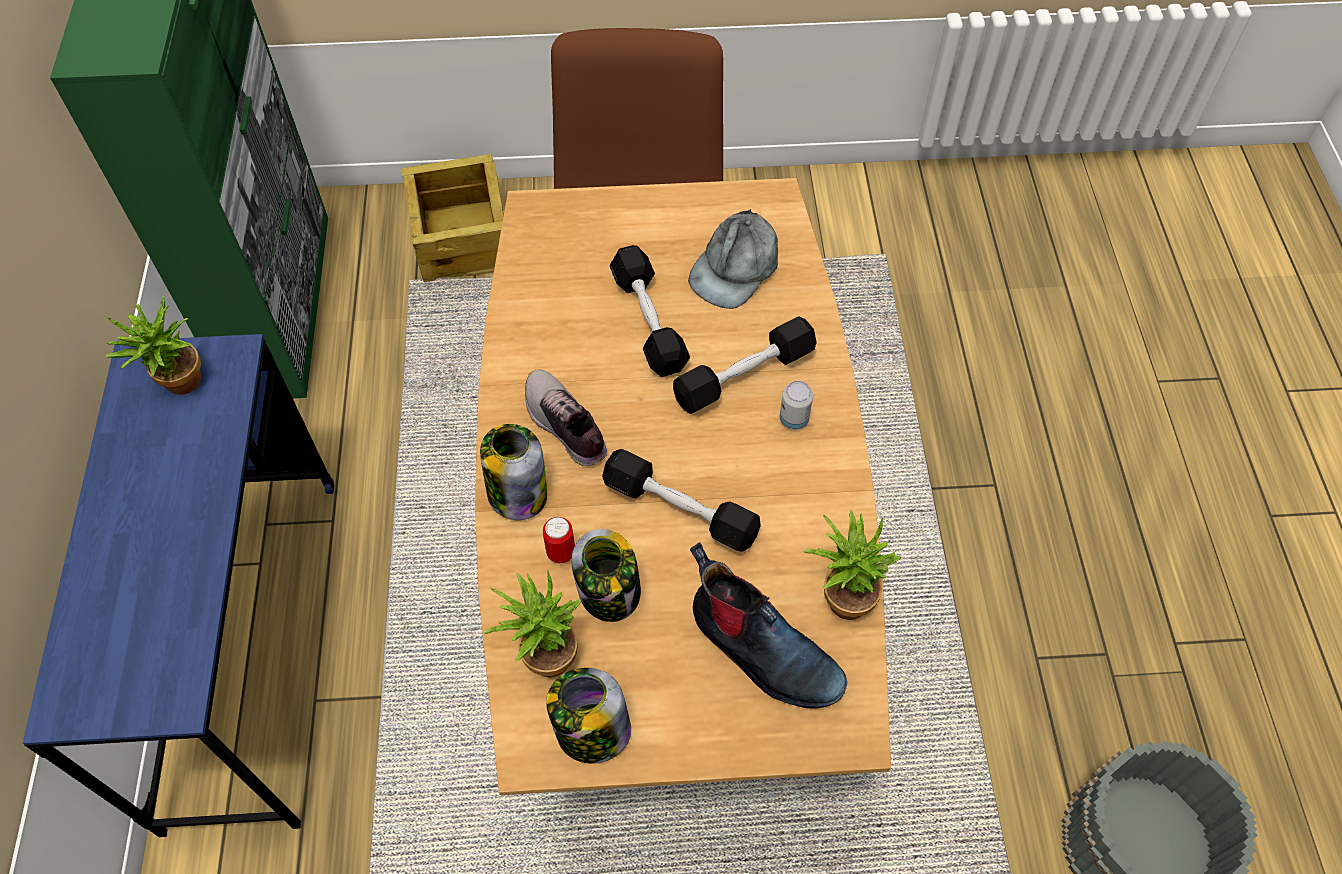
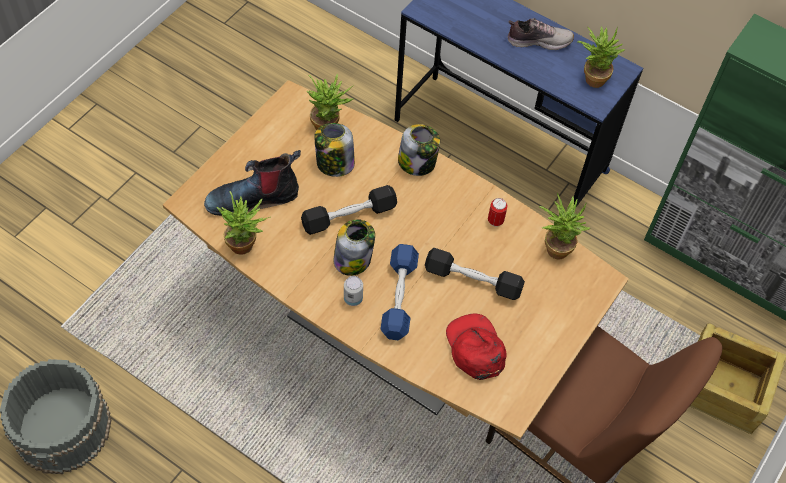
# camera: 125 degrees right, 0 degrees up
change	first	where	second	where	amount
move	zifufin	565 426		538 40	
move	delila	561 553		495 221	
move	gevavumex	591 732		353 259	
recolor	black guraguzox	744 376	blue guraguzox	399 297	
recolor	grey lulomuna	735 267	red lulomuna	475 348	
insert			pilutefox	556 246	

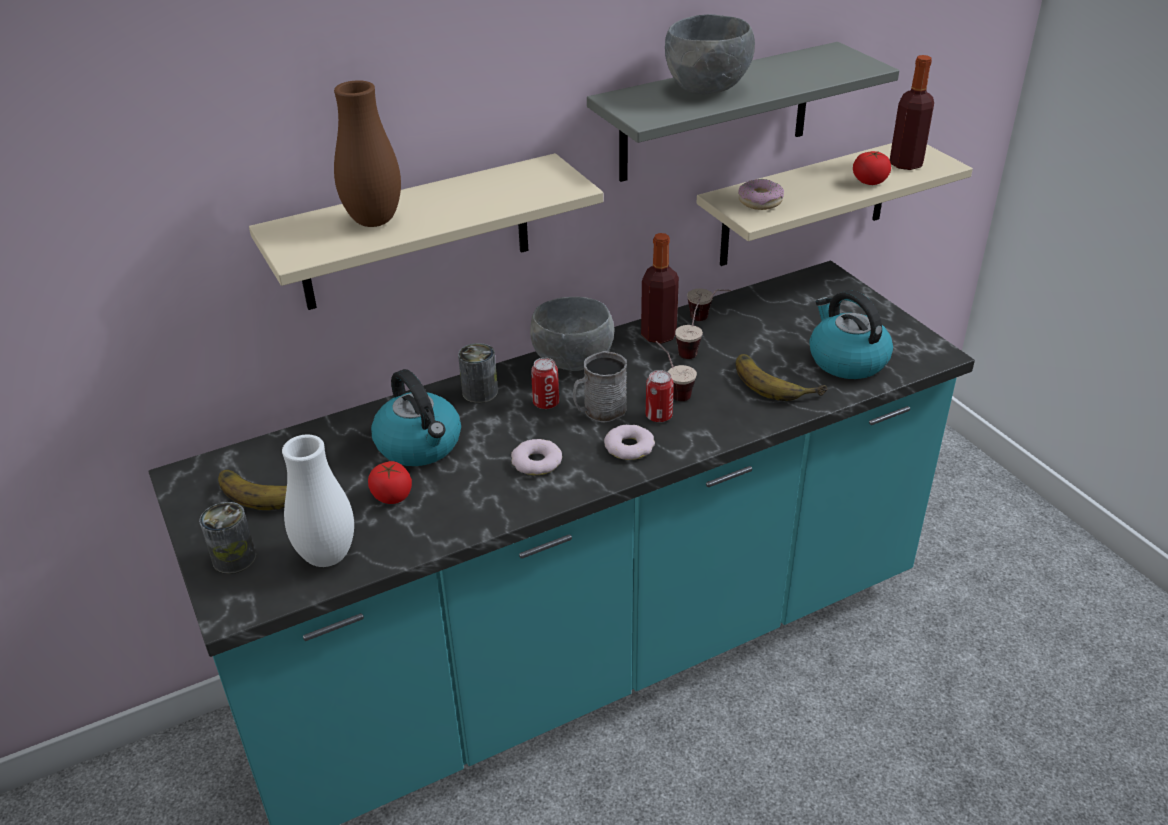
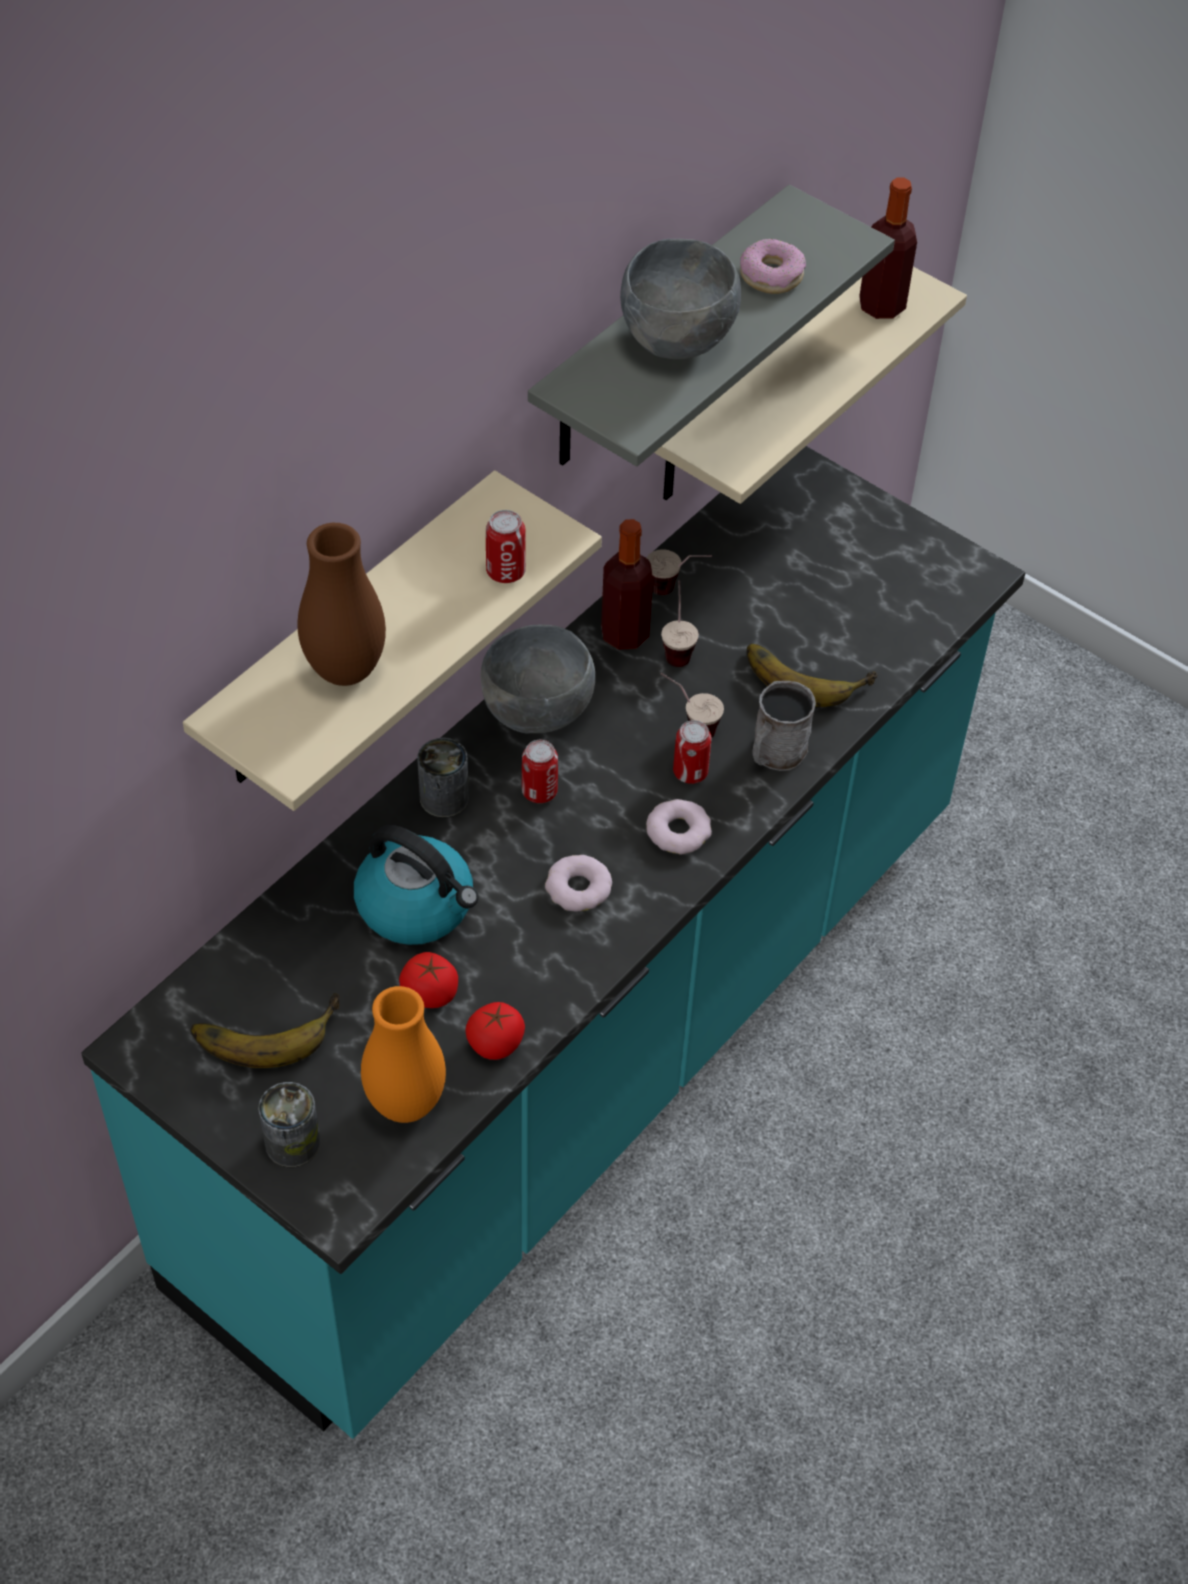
# camera: 25 degrees left, 15 degrees up
change	first	where	second	where	amount
recolor	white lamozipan	327 556	orange lamozipan	405 1103	
move	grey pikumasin	599 411		775 754	
move	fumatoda	760 201		771 275	
delete	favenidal	846 360			
move	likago	869 182		495 1043	
insert			delila	505 571	

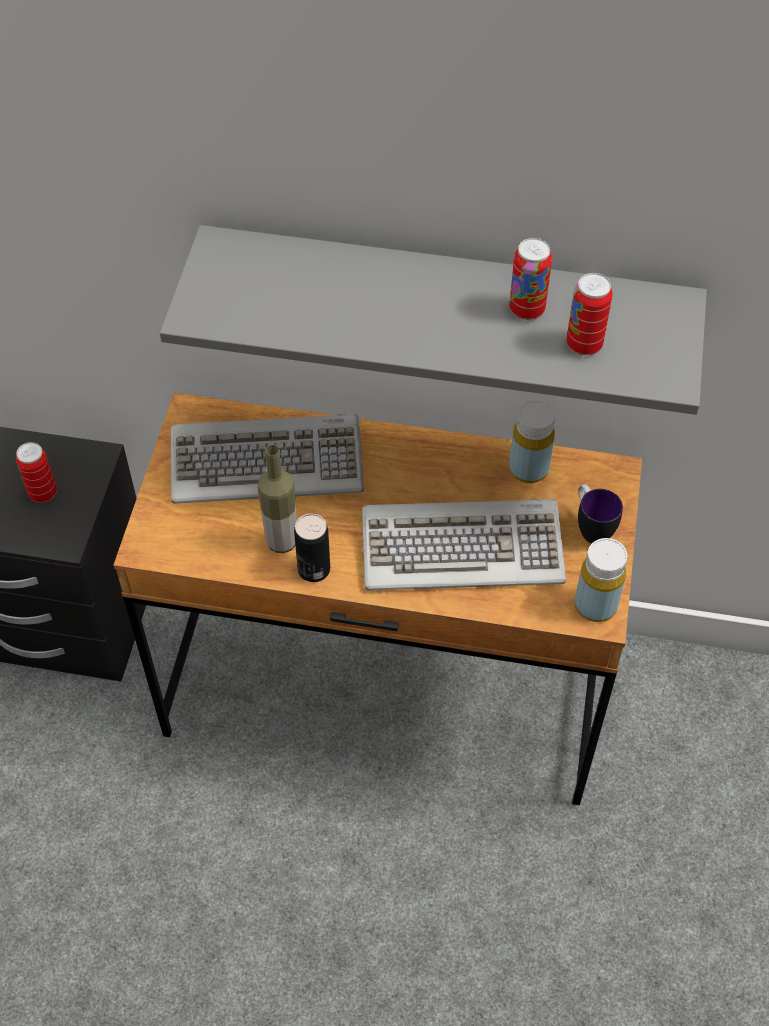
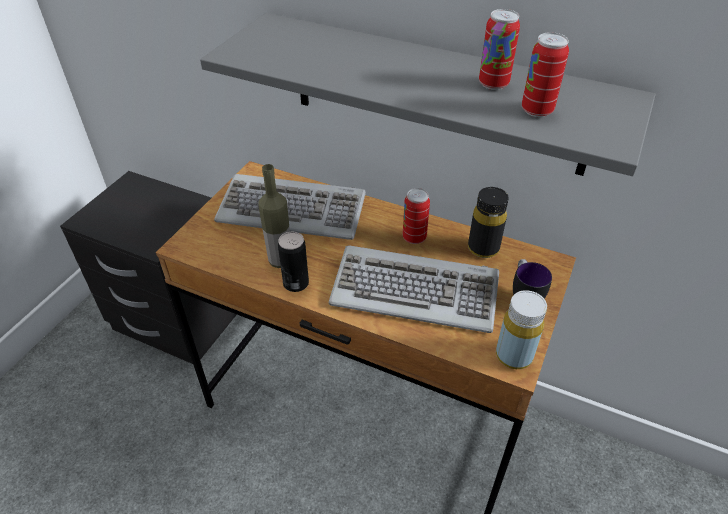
# camera: 15 degrees right, 10 degrees down
change	first	where	second	where	amount
move	delila	43 493		414 238	
recolor	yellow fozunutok	528 469	black fozunutok	483 248	

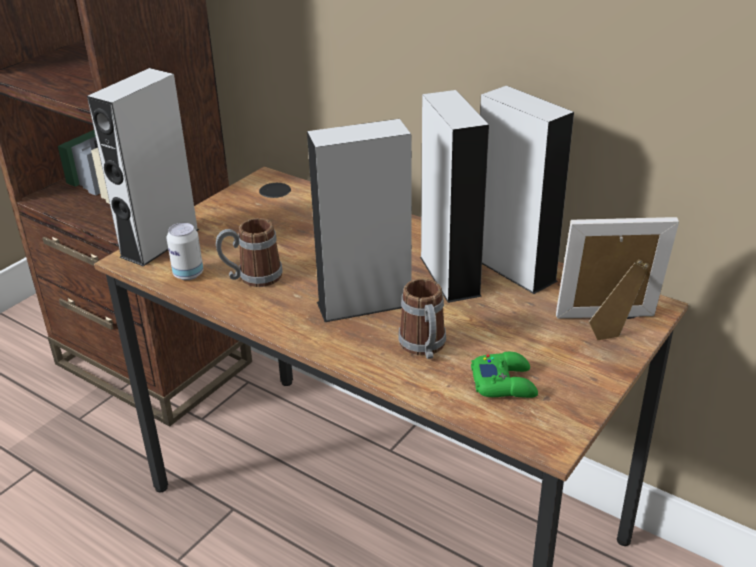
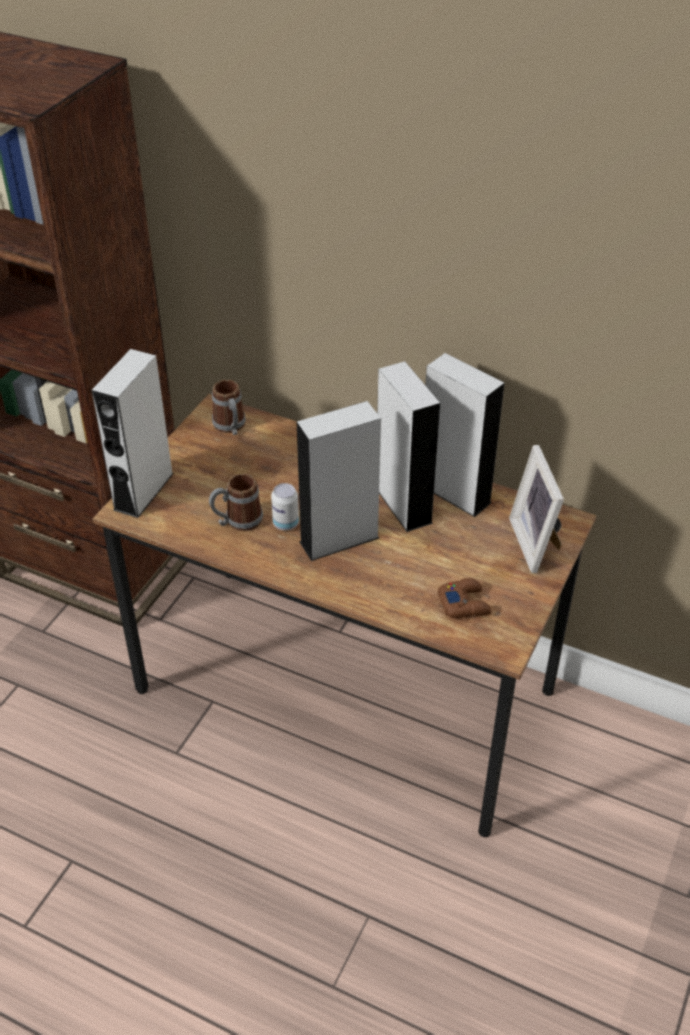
# camera: 10 degrees left, 10 degrees up
change	first	where	second	where	amount
move	delila	188 274		286 523	
move	pikumasin	424 348		231 427	
recolor	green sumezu	504 383	brown sumezu	464 603	
rotate	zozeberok	608 326		537 543	90 degrees counterclockwise

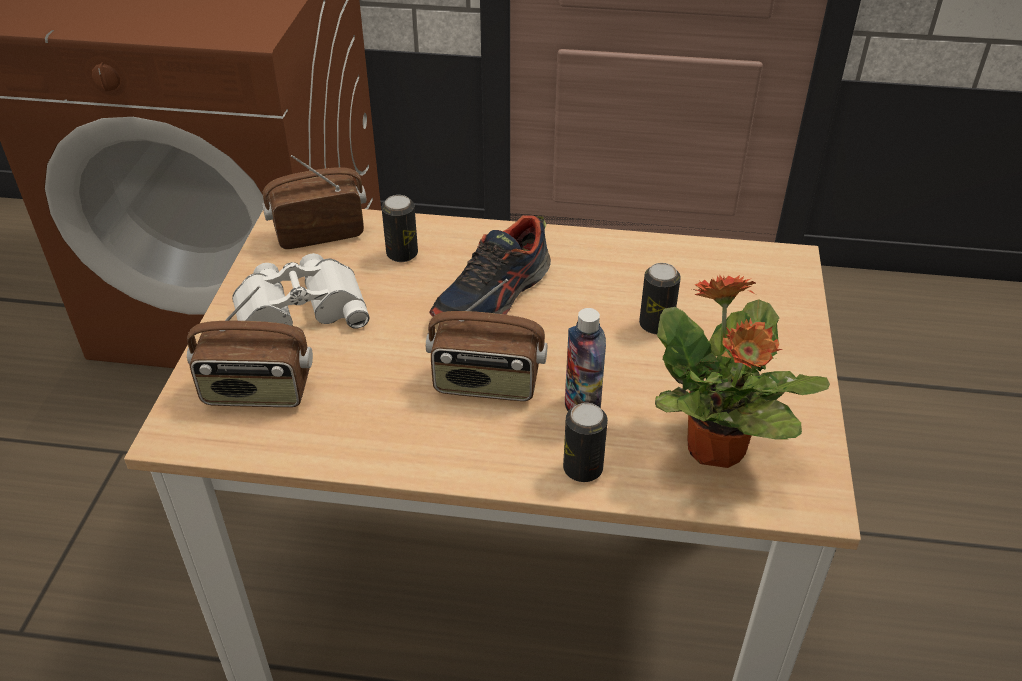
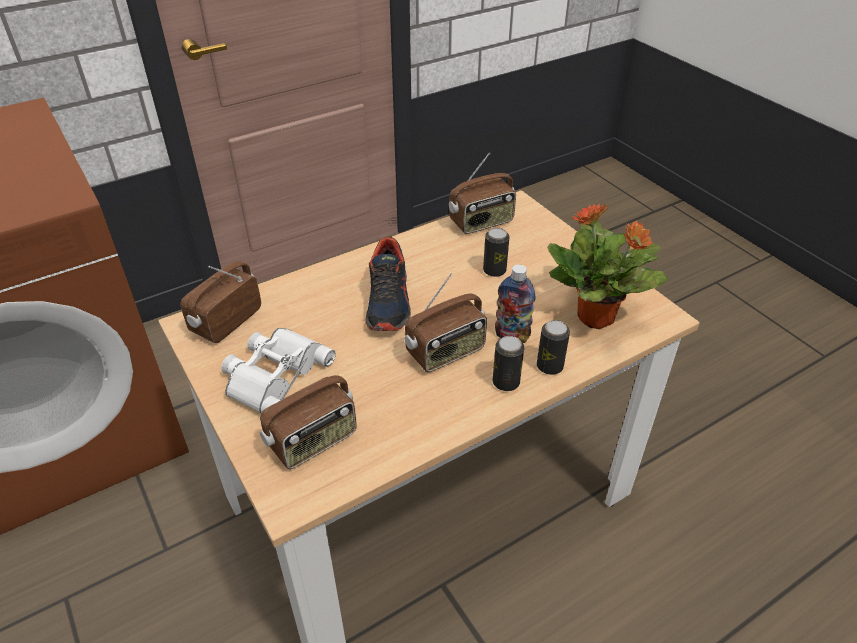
# camera: 40 degrees left, 0 degrees up
change	first	where	second	where	amount
move	delila	402 254		506 382	
insert			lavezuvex	481 223	

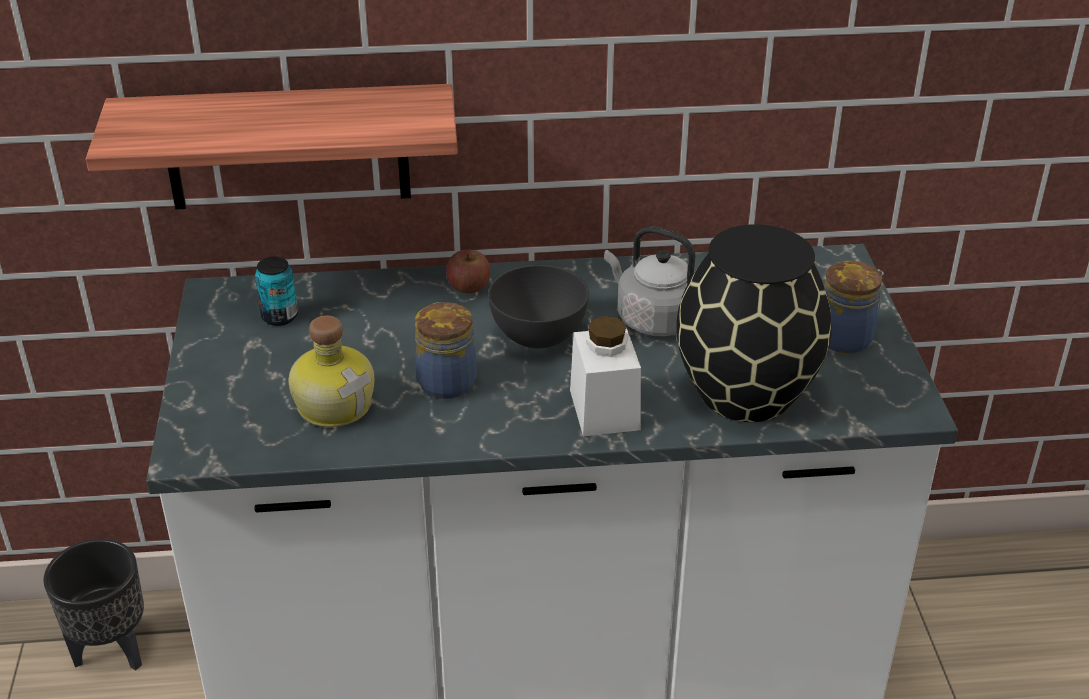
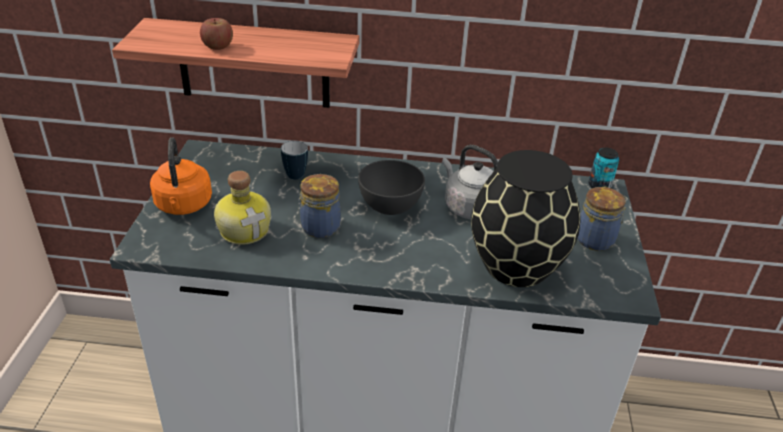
# camera: 10 degrees right, 0 degrees up
change	first	where	second	where	amount
delete	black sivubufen	113 650			
move	delila	279 317		599 186	
move	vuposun	469 287		218 46	
delete	white gevavumex	604 410			
insert			orange favenidal	183 206	
insert			pikumasin	295 173	

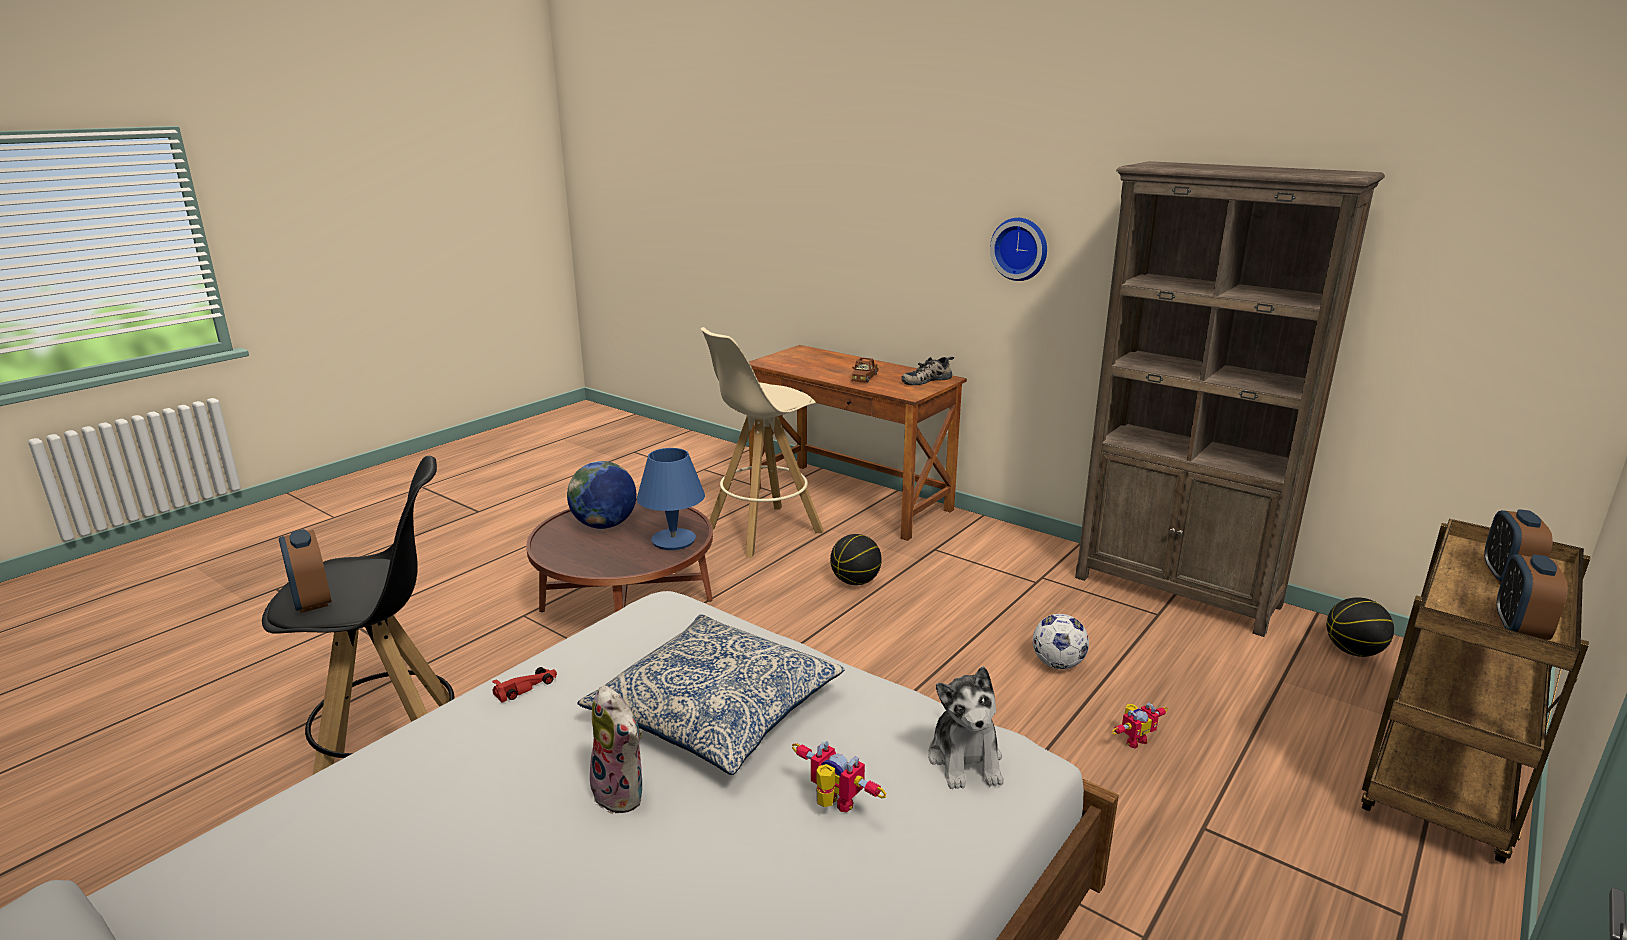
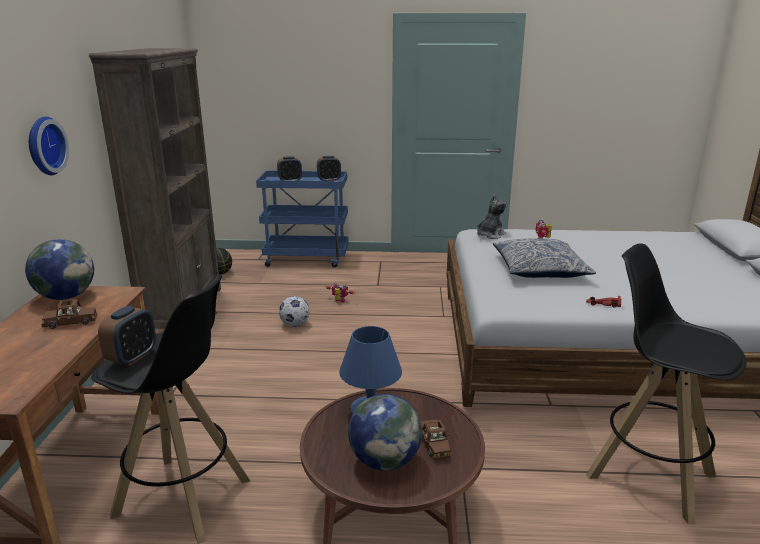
# camera: 125 degrees left, 0 degrees up
change	first	where	second	where	amount
move	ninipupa	312 601		132 357	
delete	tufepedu	623 793			
recolor	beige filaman	763 531	black filaman	184 498	
delete	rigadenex	855 582			
replace	zifufin	926 379	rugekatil	66 296	
recolor	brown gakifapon	1443 786	blue gakifapon	307 259	
insert			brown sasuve	434 444	

